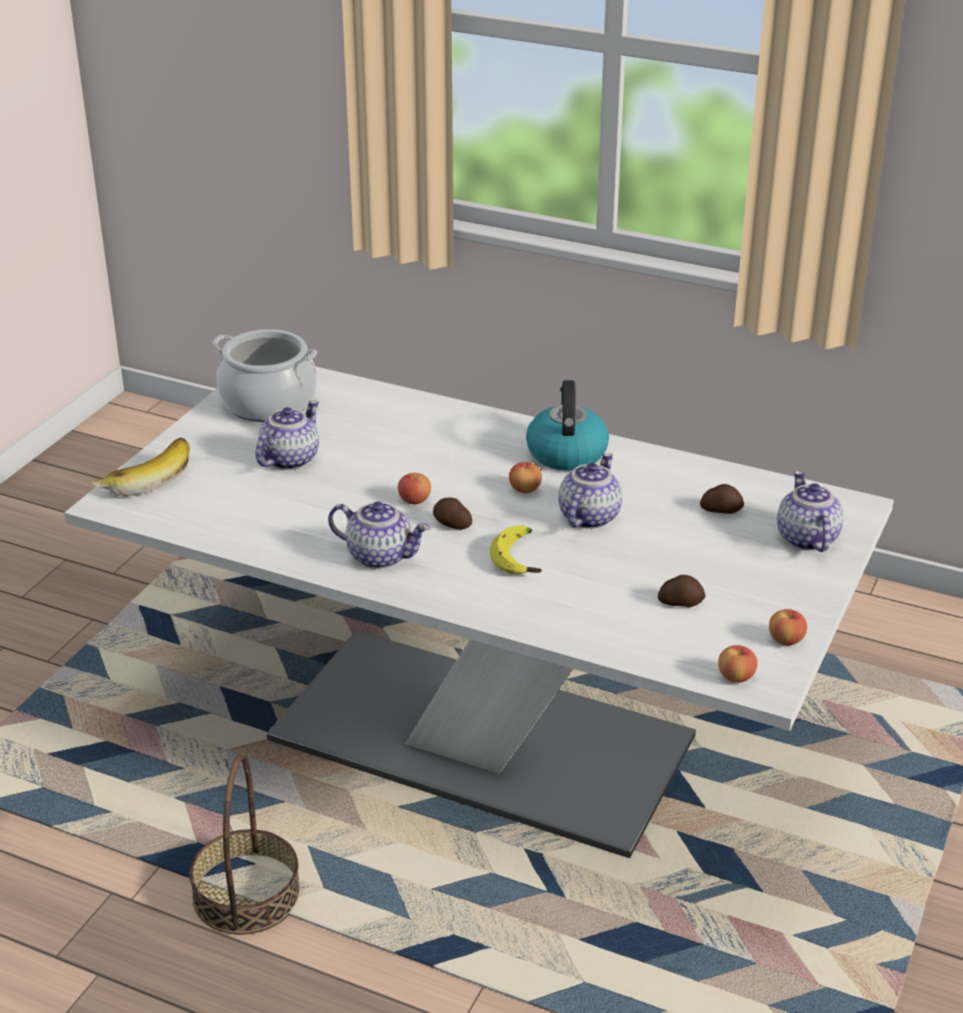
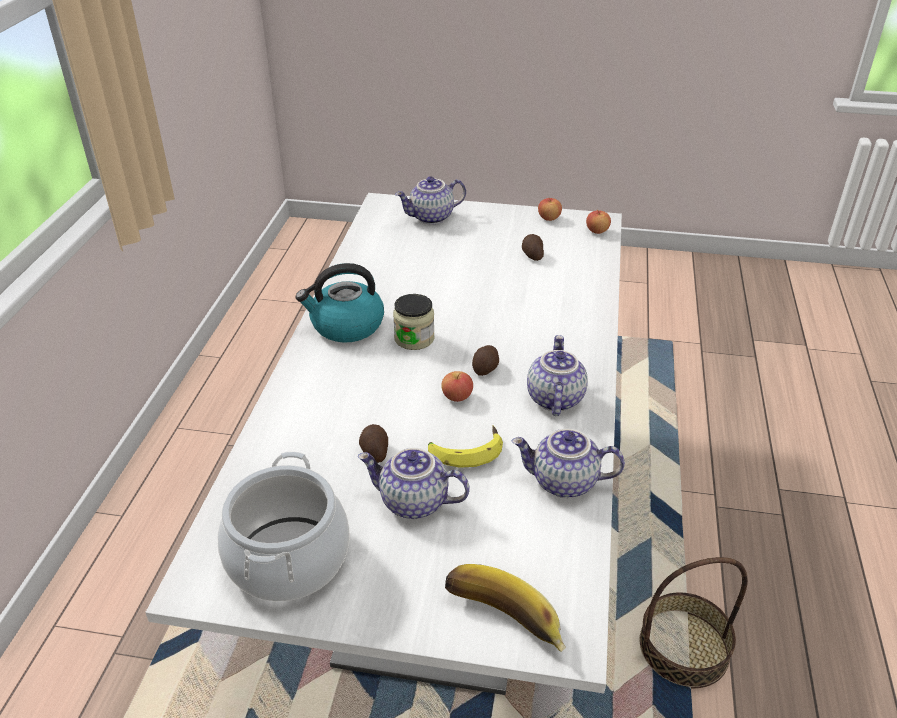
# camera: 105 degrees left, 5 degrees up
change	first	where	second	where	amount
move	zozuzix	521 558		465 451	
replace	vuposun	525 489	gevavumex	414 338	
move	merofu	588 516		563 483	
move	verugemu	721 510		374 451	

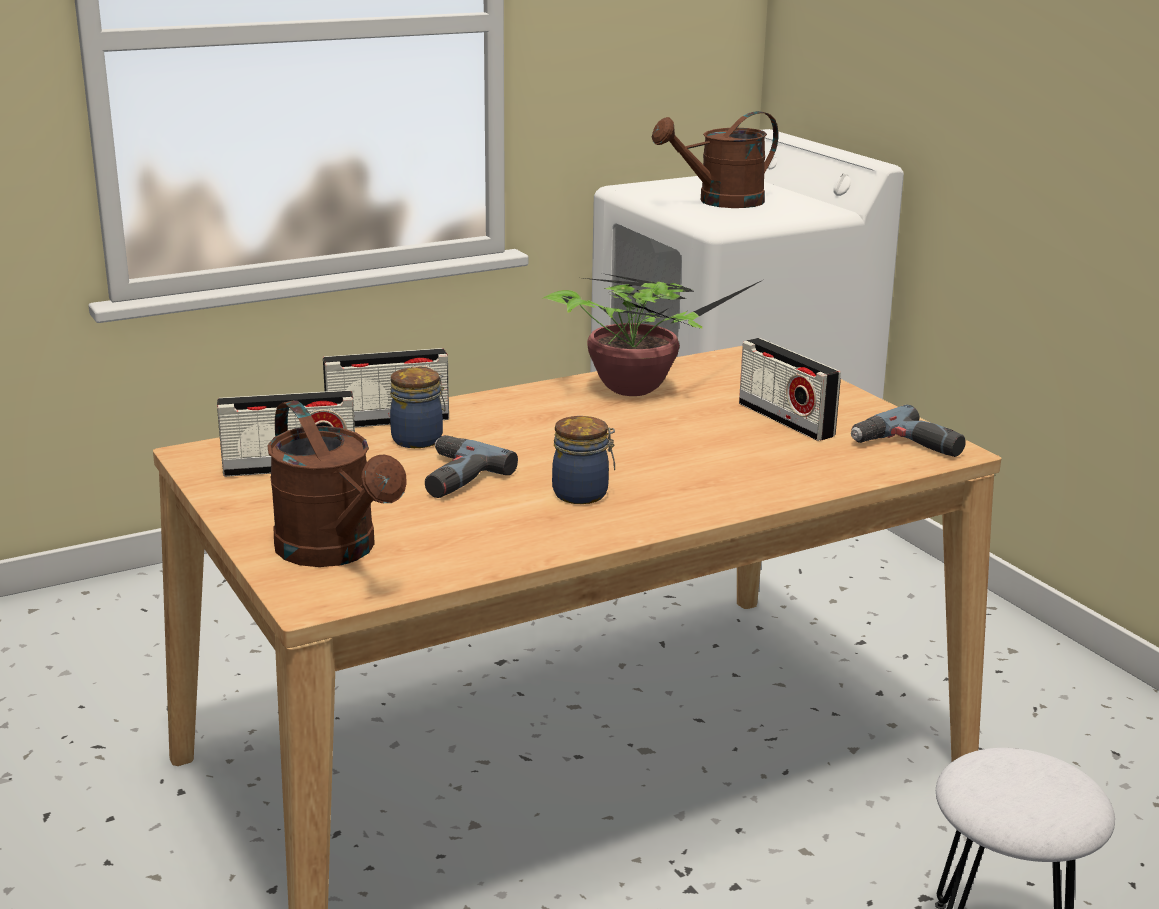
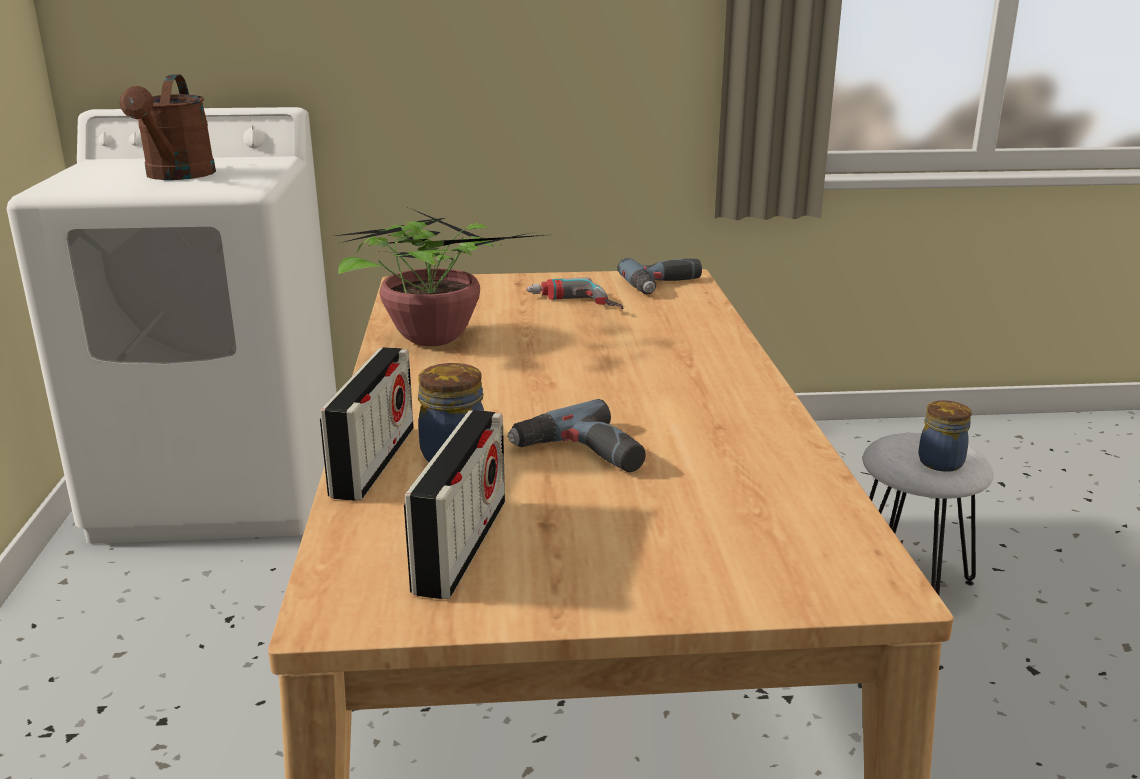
# camera: 65 degrees left, 0 degrees up
change	first	where	second	where	amount
delete	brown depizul	335 552			
move	gevavumex	583 494		940 462	
replace	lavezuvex	785 420	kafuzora	573 305	

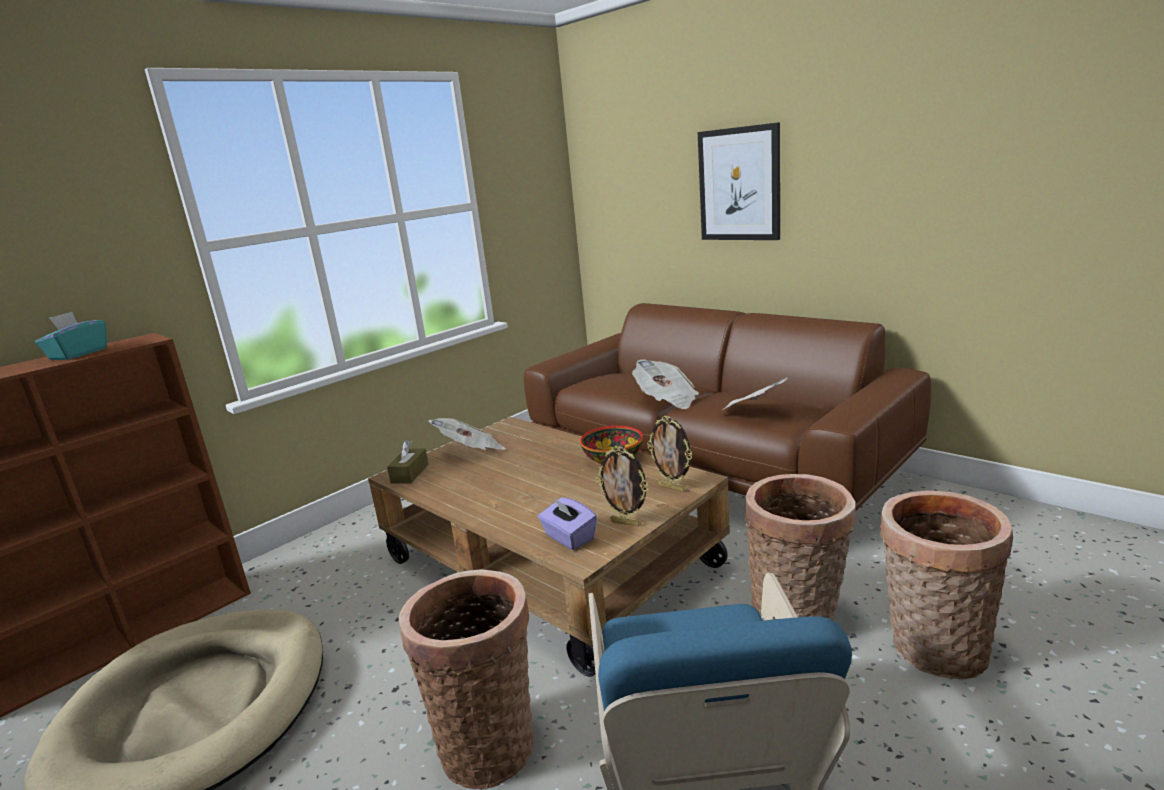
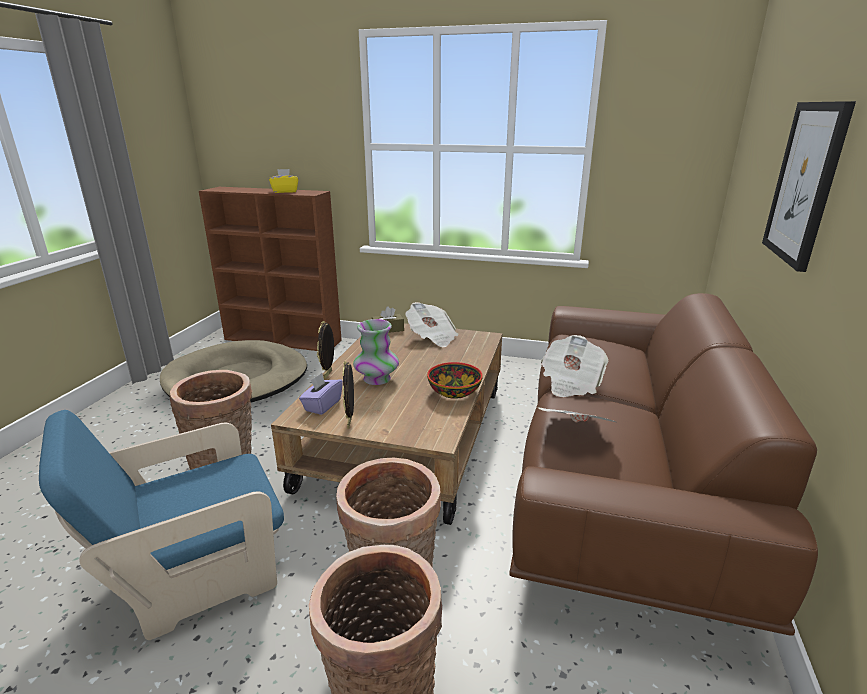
# camera: 60 degrees right, 5 degrees up
change	first	where	second	where	amount
recolor	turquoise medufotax	78 354	yellow medufotax	285 191	
move	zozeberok	672 487		328 375	
insert			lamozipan	377 379	

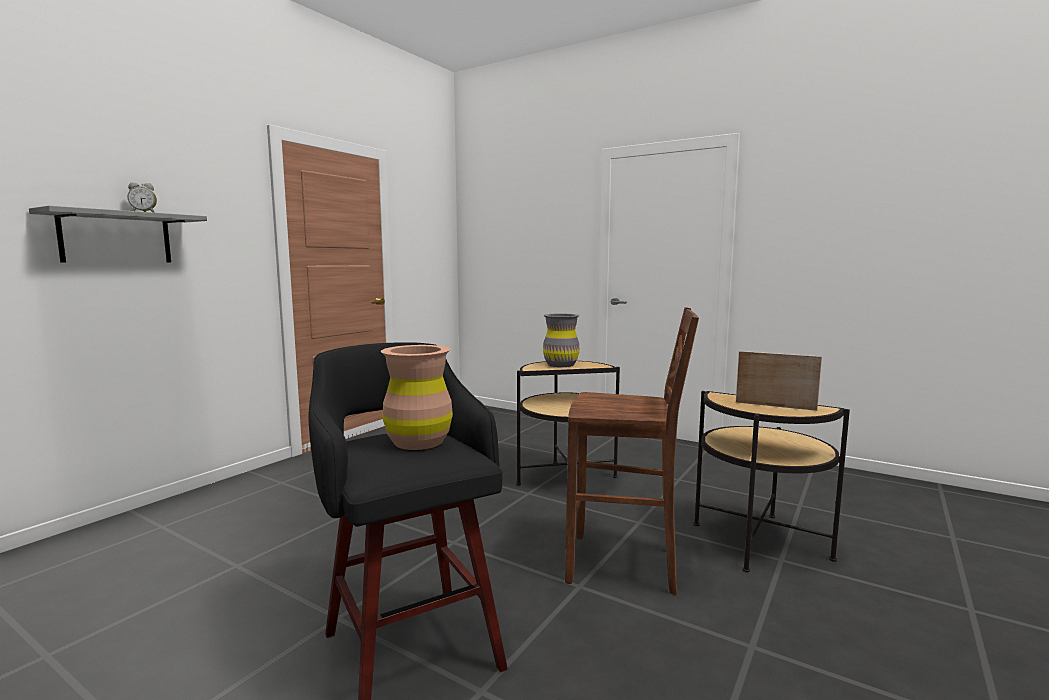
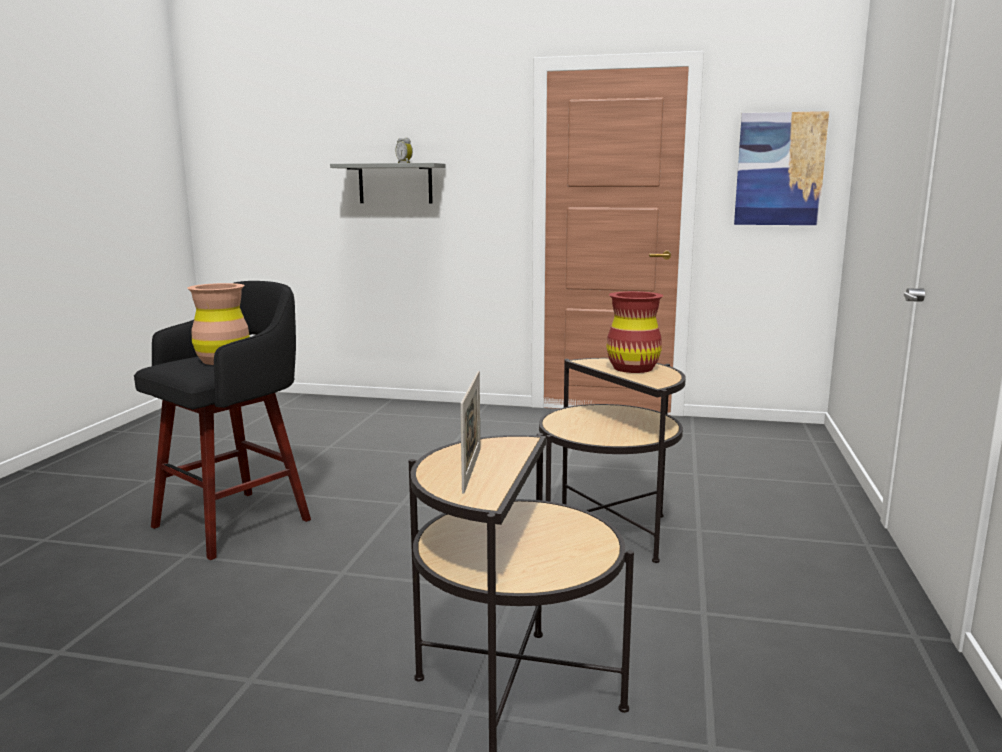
# camera: 70 degrees right, 5 degrees up
change	first	where	second	where	amount
recolor	grey lamozipan	561 364	red lamozipan	633 368	
delete	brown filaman	625 565			
insert			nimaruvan	779 169	

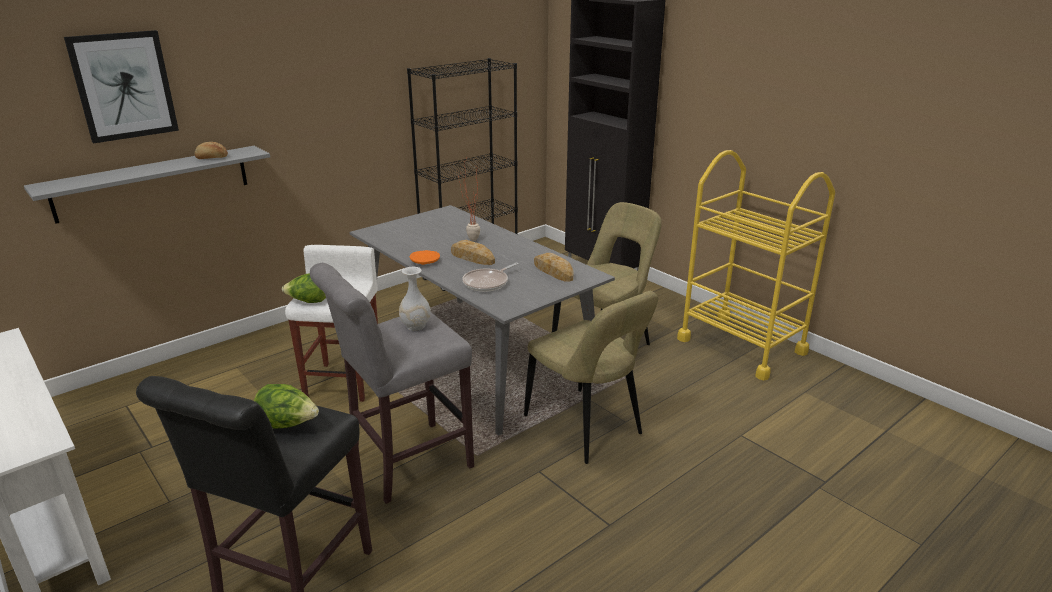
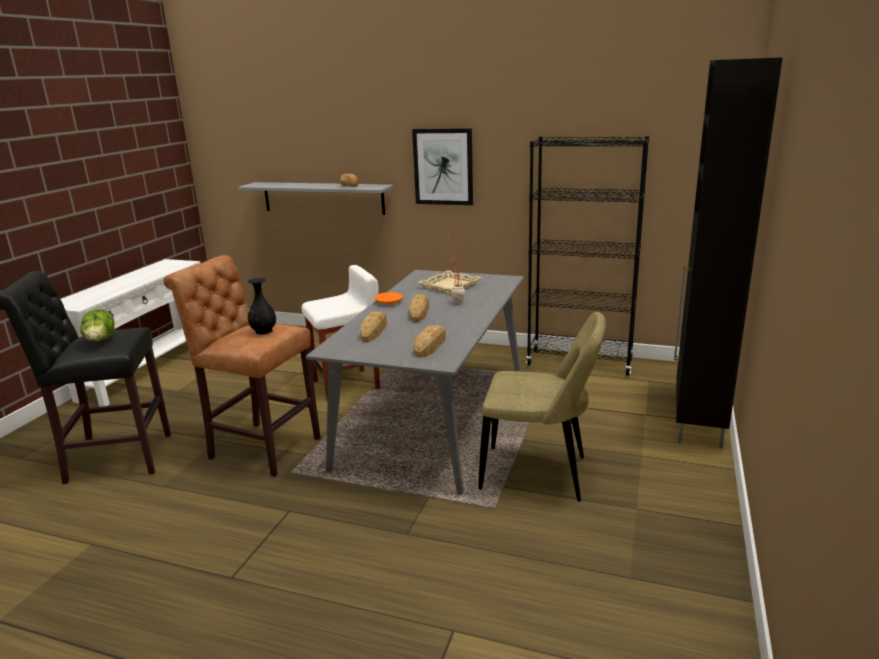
# camera: 60 degrees right, 5 degrees down
change	first	where	second	where	amount
move	nimaruvan	124 86		443 167	
delete	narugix	308 302			
recolor	grey filaman	405 464	brown filaman	260 447	
recolor	white lamozipan	415 326	black lamozipan	264 331	
replace	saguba	488 283	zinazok	373 331	
delete	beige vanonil	586 428			
delete	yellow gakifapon	741 346			
insert			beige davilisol	450 286	

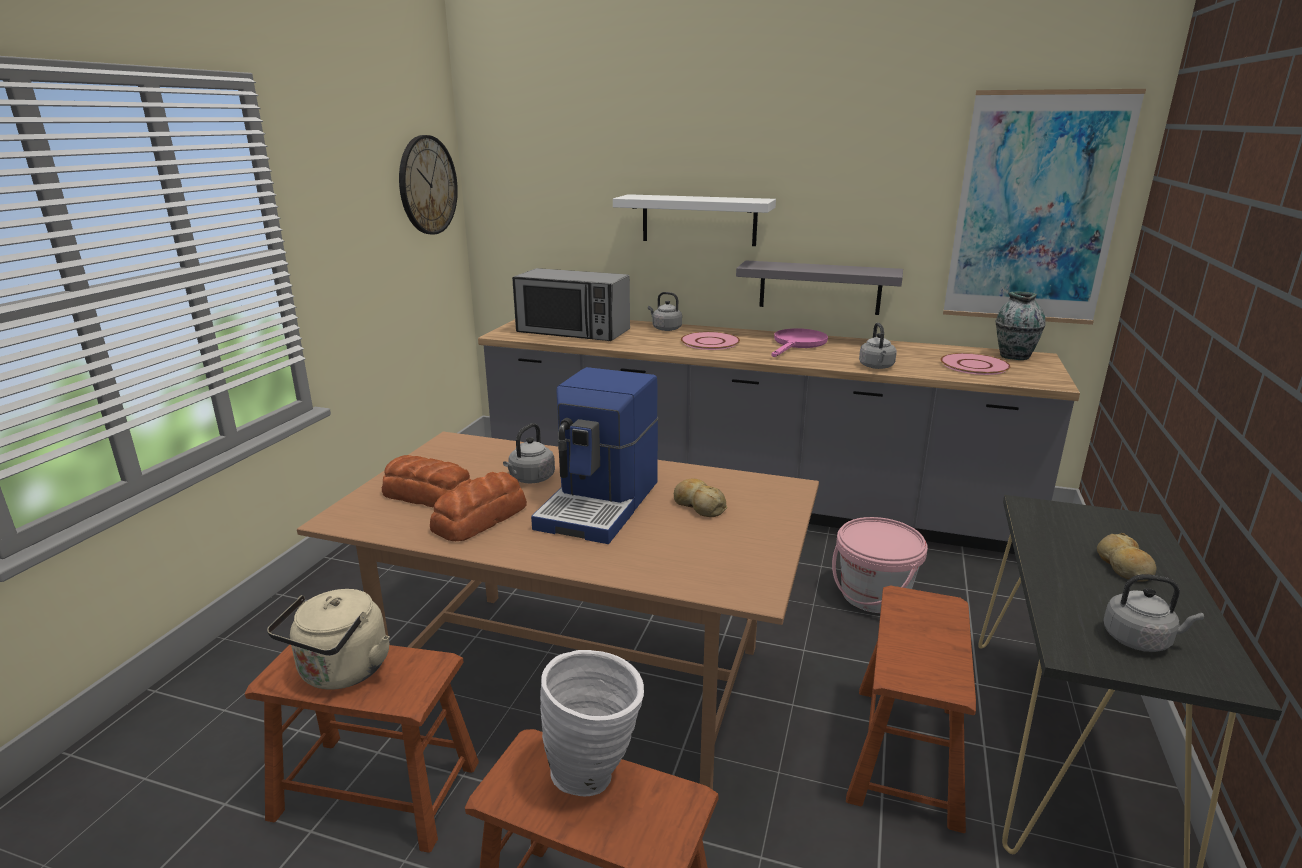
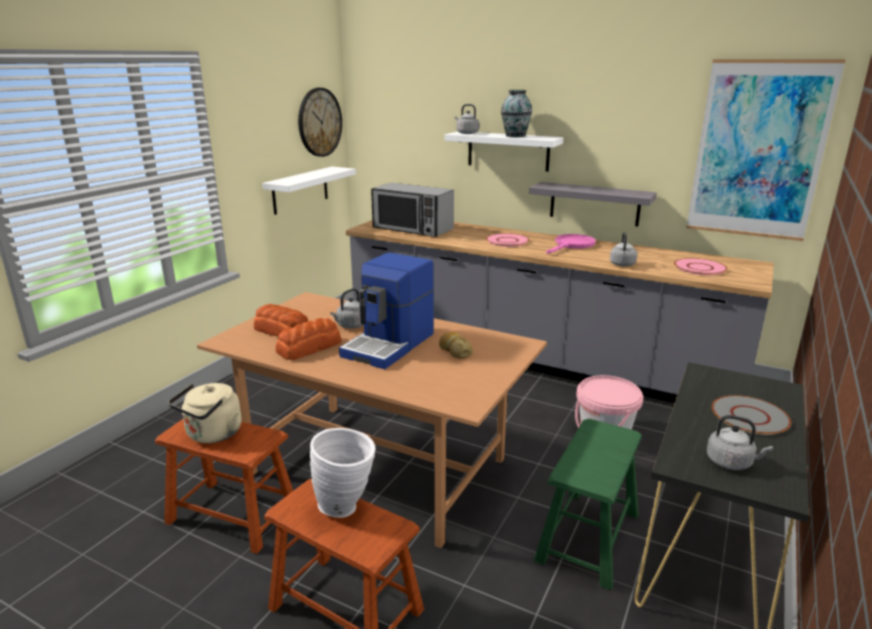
# camera: 10 degrees right, 0 degrees up
change	first	where	second	where	amount
move	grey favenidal	665 328		466 133	
recolor	brown filaman	906 753	green filaman	588 536	
move	lamozipan	1014 356		515 136	
replace	zinazok	1123 566	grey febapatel	750 416	
insert			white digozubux	300 190	

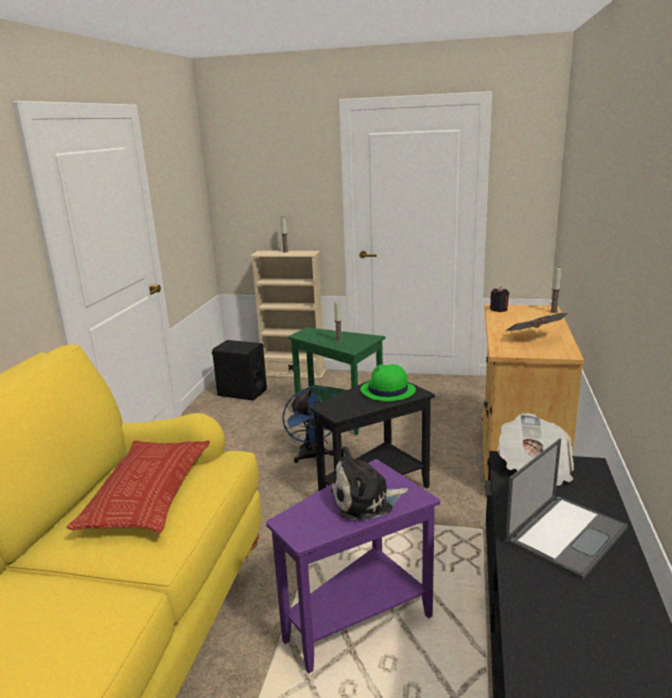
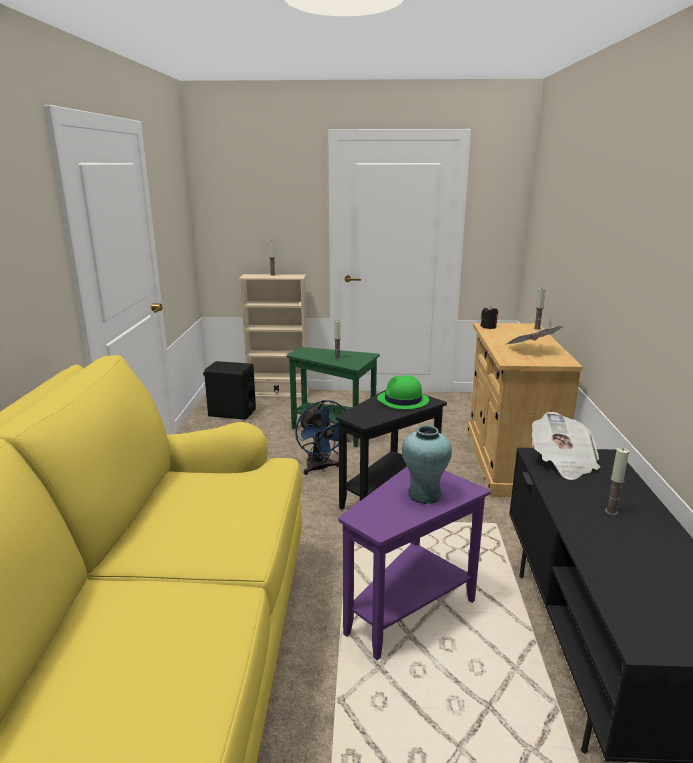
# camera: 10 degrees left, 0 degrees up
change	first	where	second	where	amount
delete	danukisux	148 492			
replace	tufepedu	366 501	turquoise lamozipan	424 495	
replace	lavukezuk	566 534	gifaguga	611 512	

